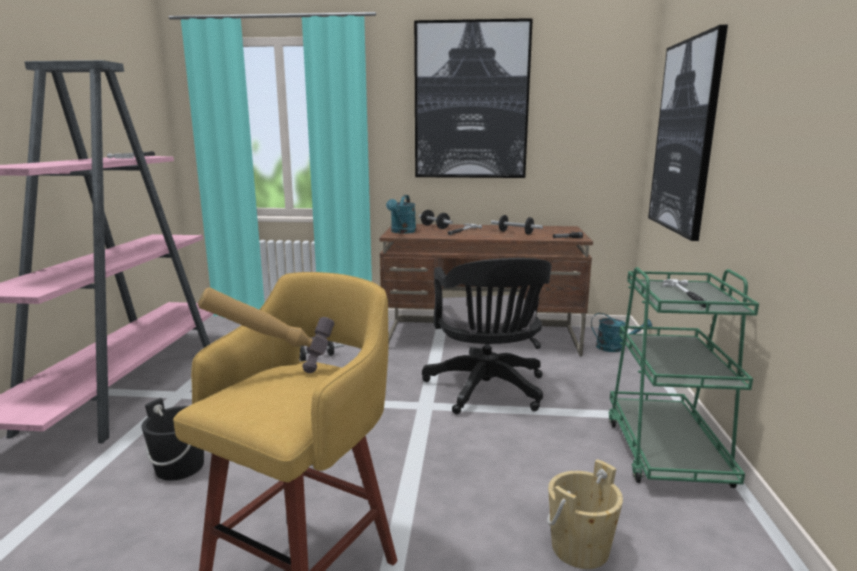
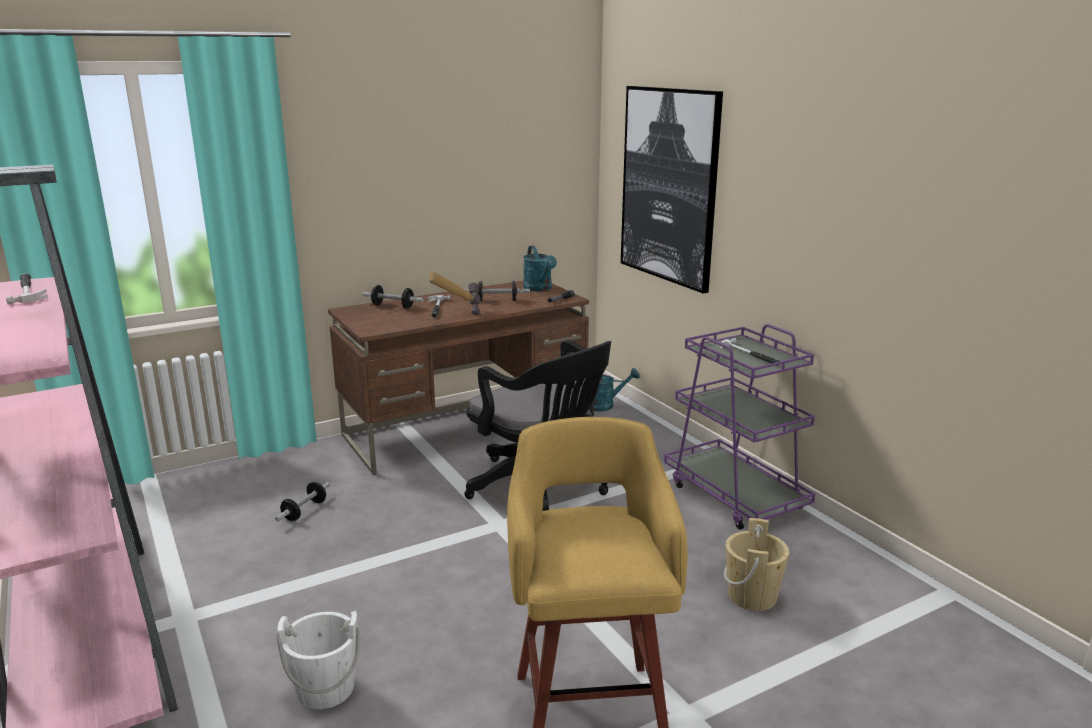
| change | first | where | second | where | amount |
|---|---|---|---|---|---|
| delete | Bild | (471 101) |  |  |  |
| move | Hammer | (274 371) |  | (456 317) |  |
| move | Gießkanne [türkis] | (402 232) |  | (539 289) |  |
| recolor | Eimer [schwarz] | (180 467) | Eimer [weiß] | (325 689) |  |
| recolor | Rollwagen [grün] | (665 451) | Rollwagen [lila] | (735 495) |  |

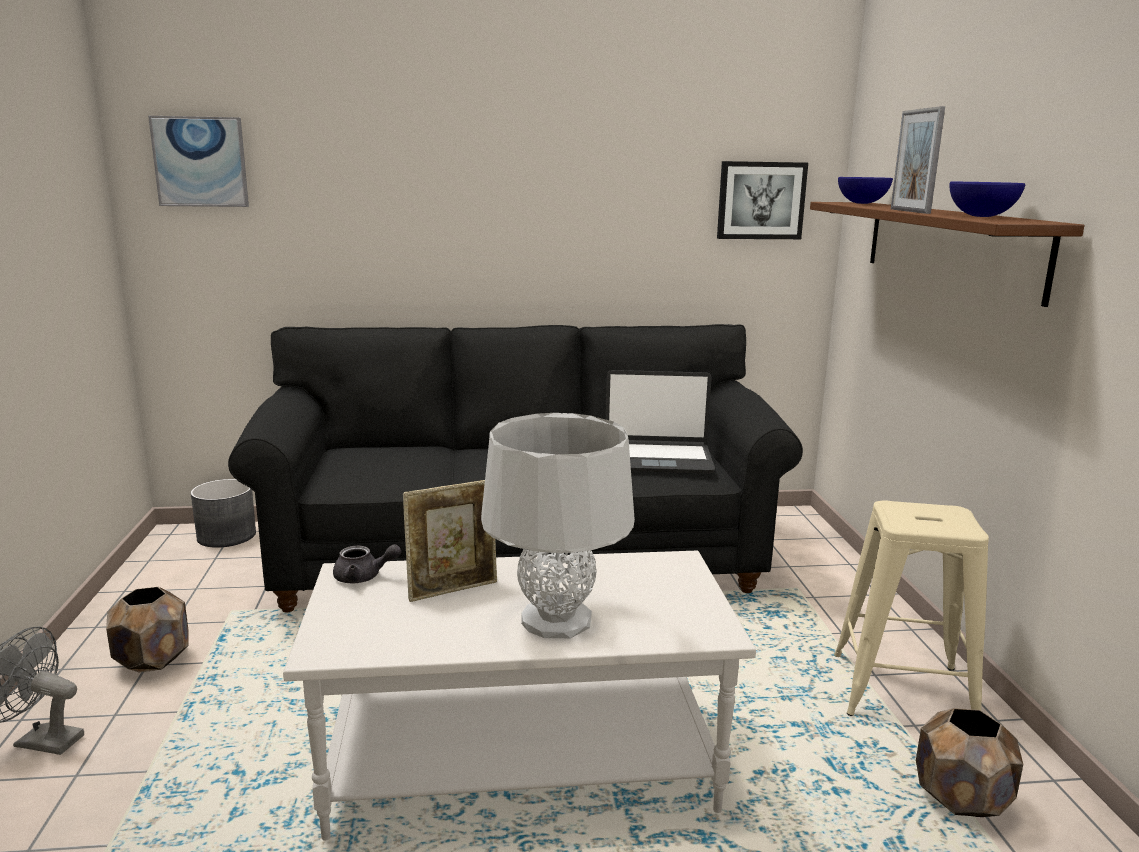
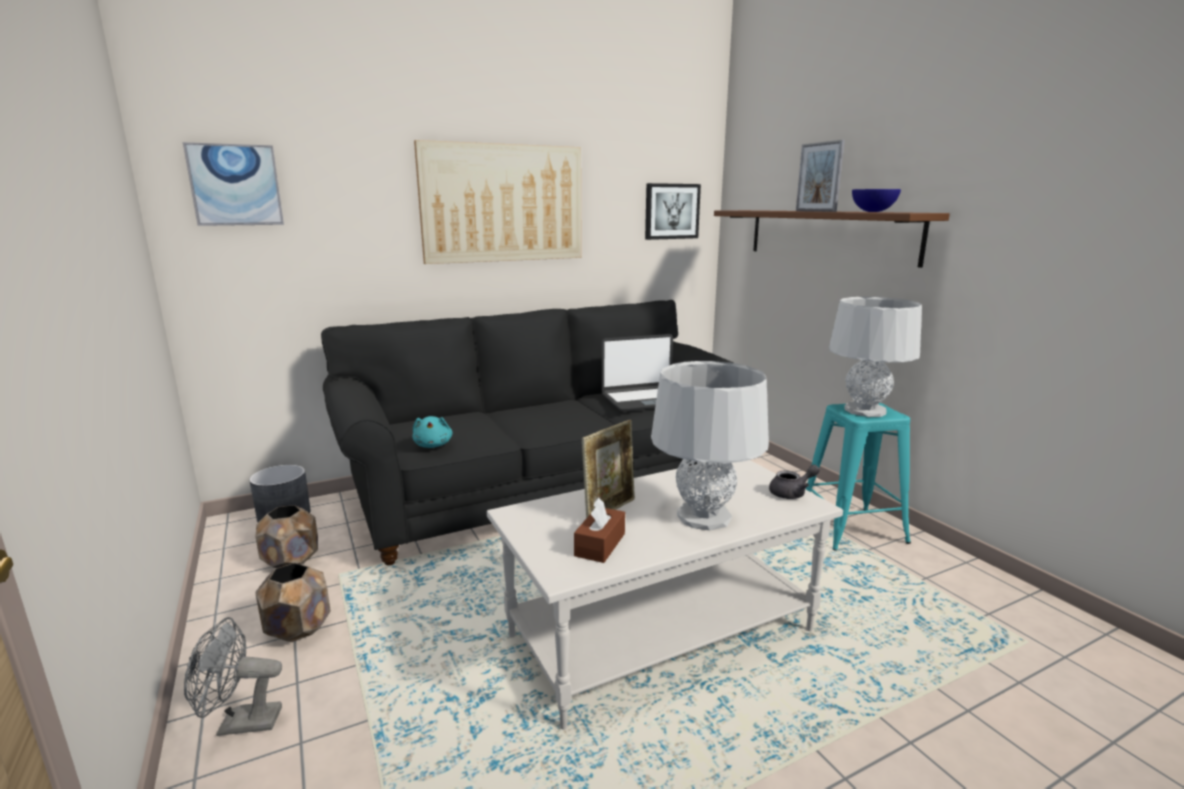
| change | first | where | second | where | amount |
|---|---|---|---|---|---|
| delete | Schüssel [blau] | (862 203) |  |  |  |
| insert |  |  | Plüschtier [türkis] | (433 445) |  |
| insert |  |  | Bild | (503 203) |  |
| insert |  |  | Taschentuchbox [braun] | (600 545) |  |
| insert |  |  | Tischlampe [grau] | (865 410) |  |
| move | Teekanne [grau] | (363 577) |  | (792 493) |  |
| move | Pflanzkübel [braun] | (961 800) |  | (292 561) |  |
| recolor | Hocker [beige] | (902 691) | Hocker [türkis] | (851 529) |  |

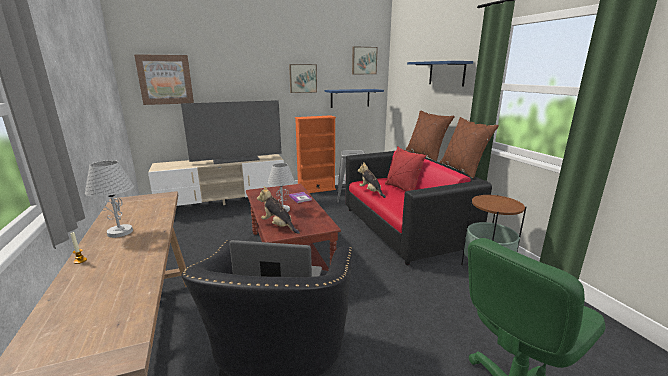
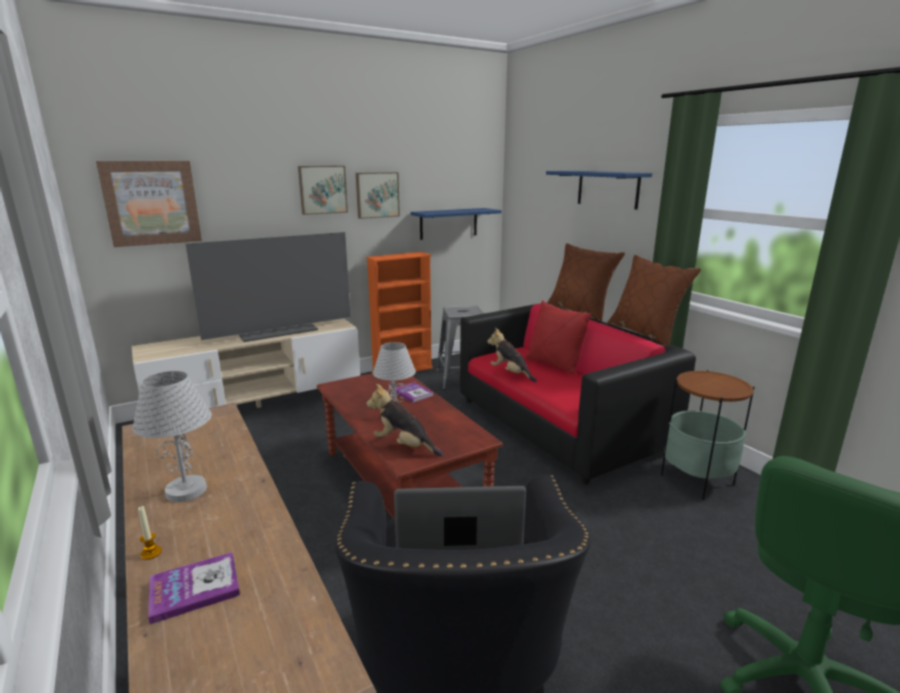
| change | first | where | second | where | amount |
|---|---|---|---|---|---|
| insert |  |  | Buch | (195 588) |  |
| move | Bild | (364 60) |  | (322 189) |  |

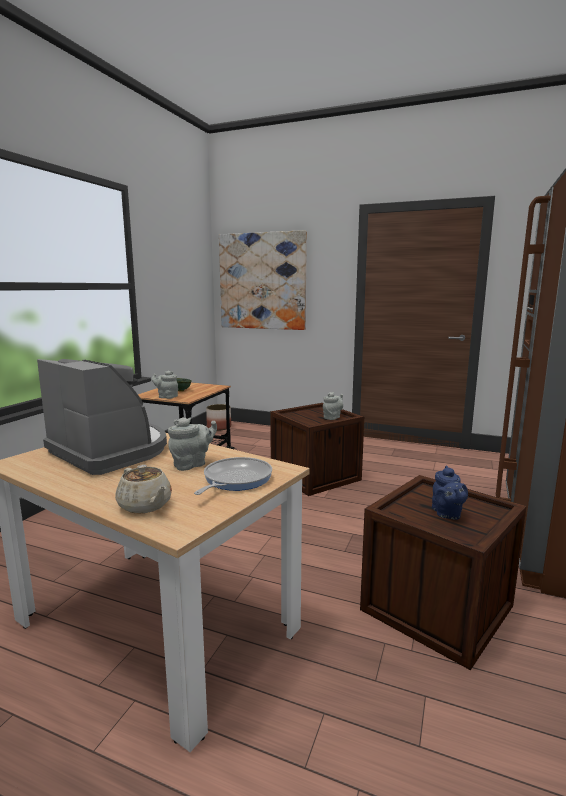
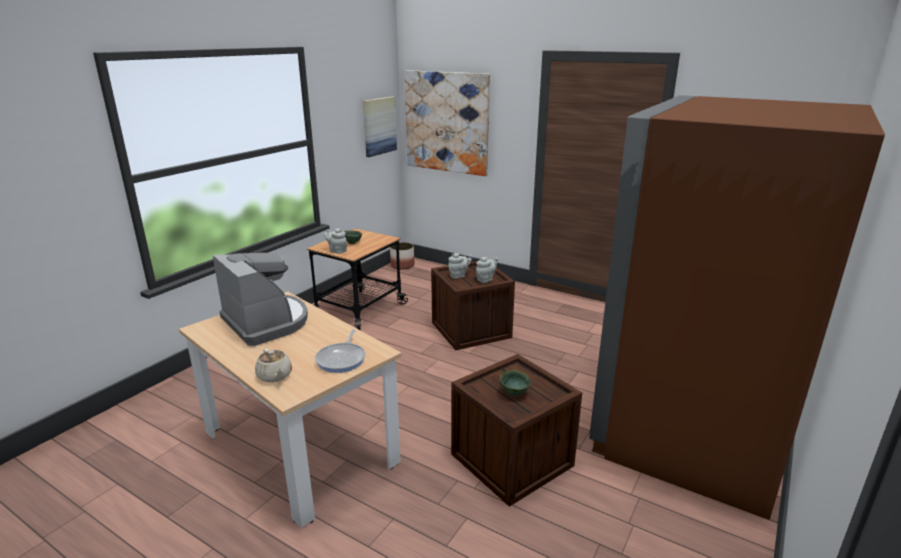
| change | first | where | second | where | amount |
|---|---|---|---|---|---|
| insert |  |  | Bild | (379 126) |  |
| move | Teekanne [grau] | (192 464) |  | (459 276) |  |
| replace | Teekanne [blau] | (447 514) | Schüssel [grün] | (514 393) |  |
| rotate | Pfanne | (235 480) |  | (342 359) | 150 degrees clockwise |

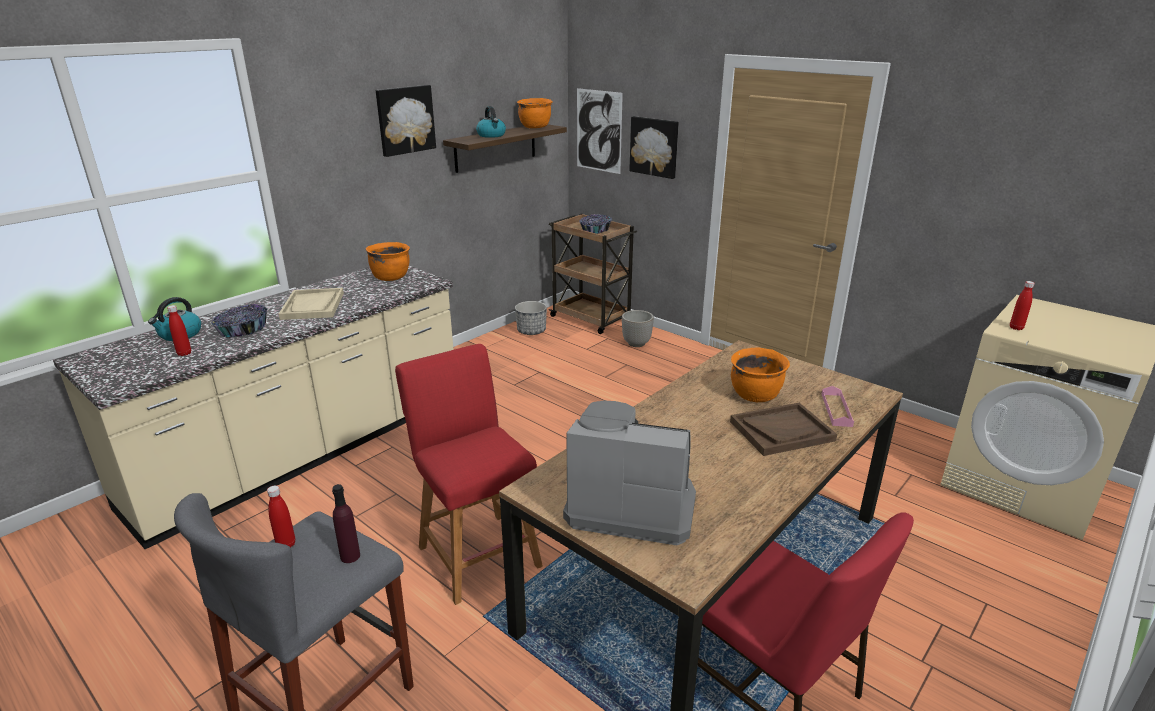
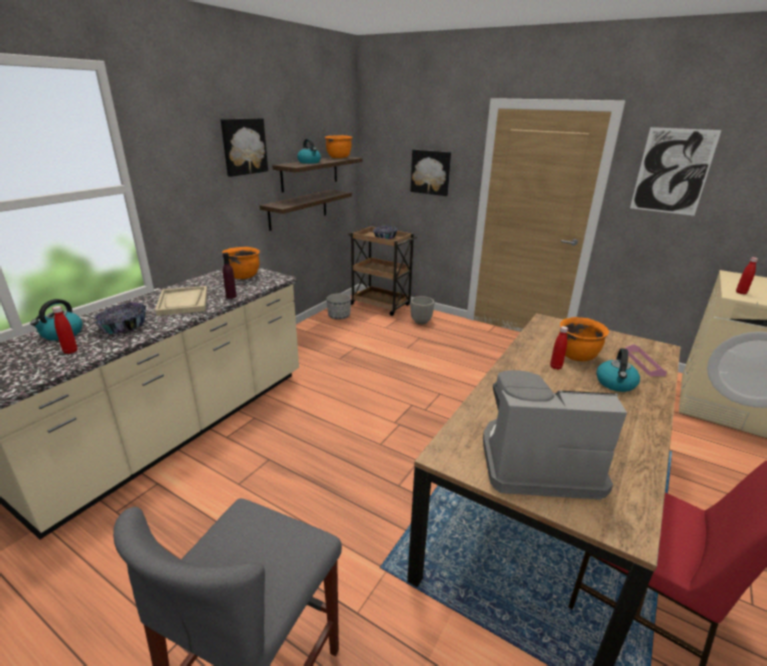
| change | first | where | second | where | amount |
|---|---|---|---|---|---|
| delete | Hocker [rot] | (476 552) |  |  |  |
| insert |  |  | Wandregal | (298 209) |  |
| move | Flasche [rot] | (286 544) |  | (555 367) |  |
| move | Flasche [lila] | (350 556) |  | (231 296) |  |
| move | Bild | (598 131) |  | (672 171) |  |
| replace | Tablett [braun] | (781 431) | Wasserkessel | (615 384) |  |

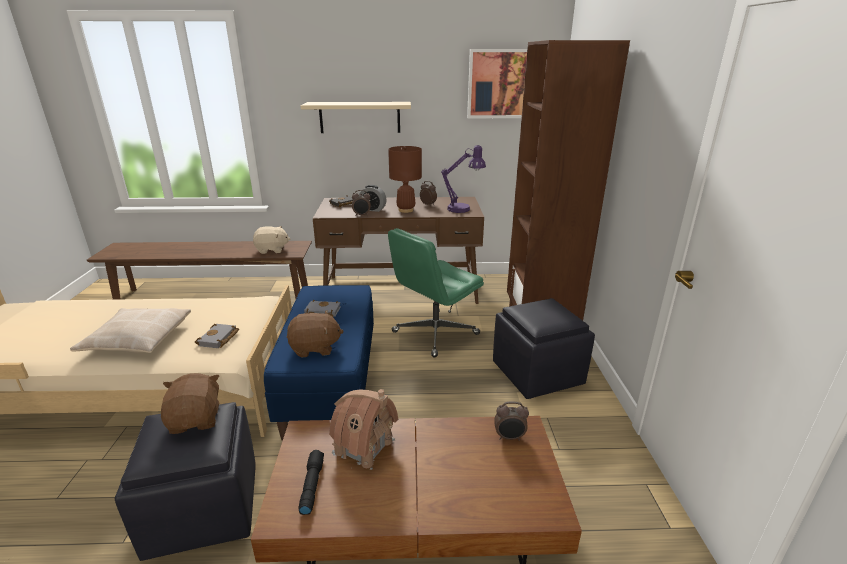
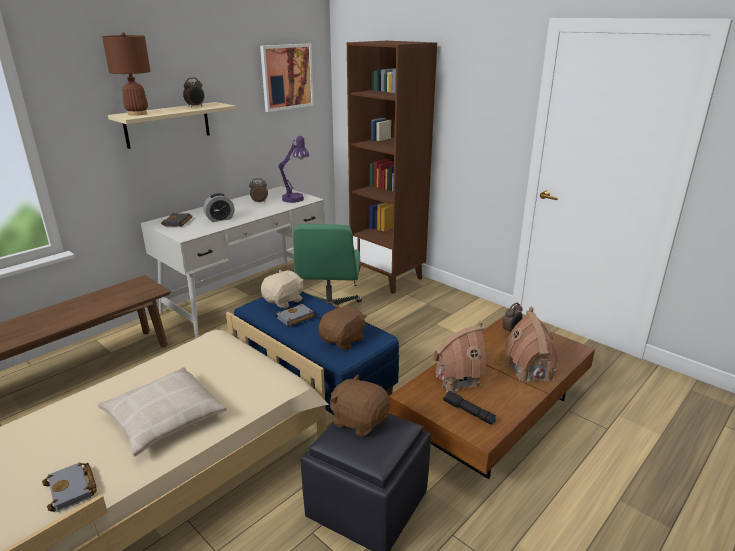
| change | first | where | second | where | amount |
|---|---|---|---|---|---|
| delete | Polsterhocker [schwarz] | (538 374) |  |  |  |
| insert |  |  | Spielzeughaus | (530 370) |  |
| move | Buch [grau] | (219 339) |  | (73 489) |  |
| move | Plüschtier [beige] | (272 250) |  | (284 301) |  |
| move | Wecker | (362 215) |  | (195 106) |  |
| move | Tischlampe [braun] | (406 210) |  | (137 114) |  |
| recolor | Schreibtisch [braun] | (401 290) | Schreibtisch [weiß] | (247 296) |  |

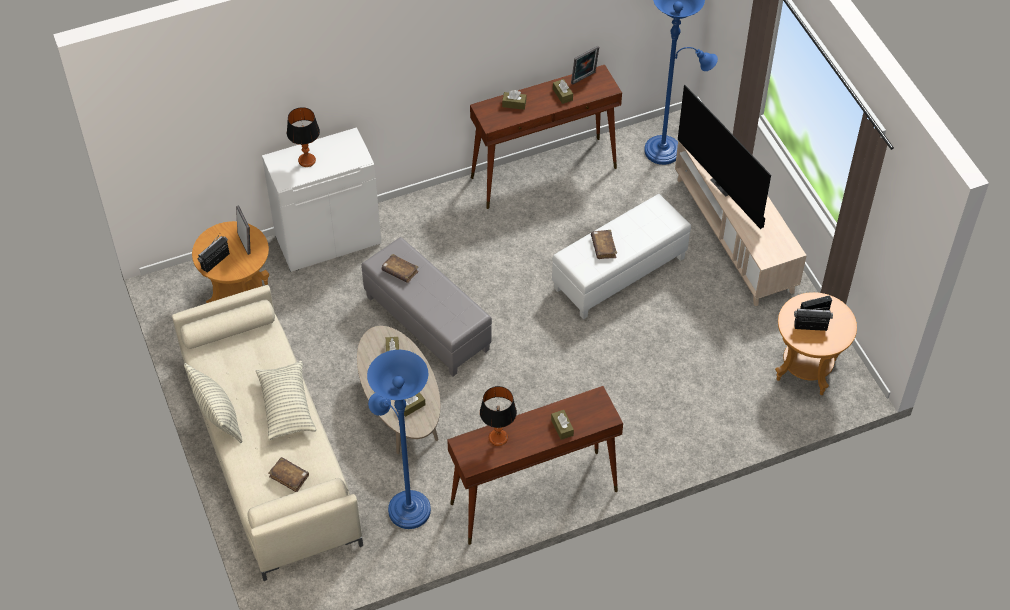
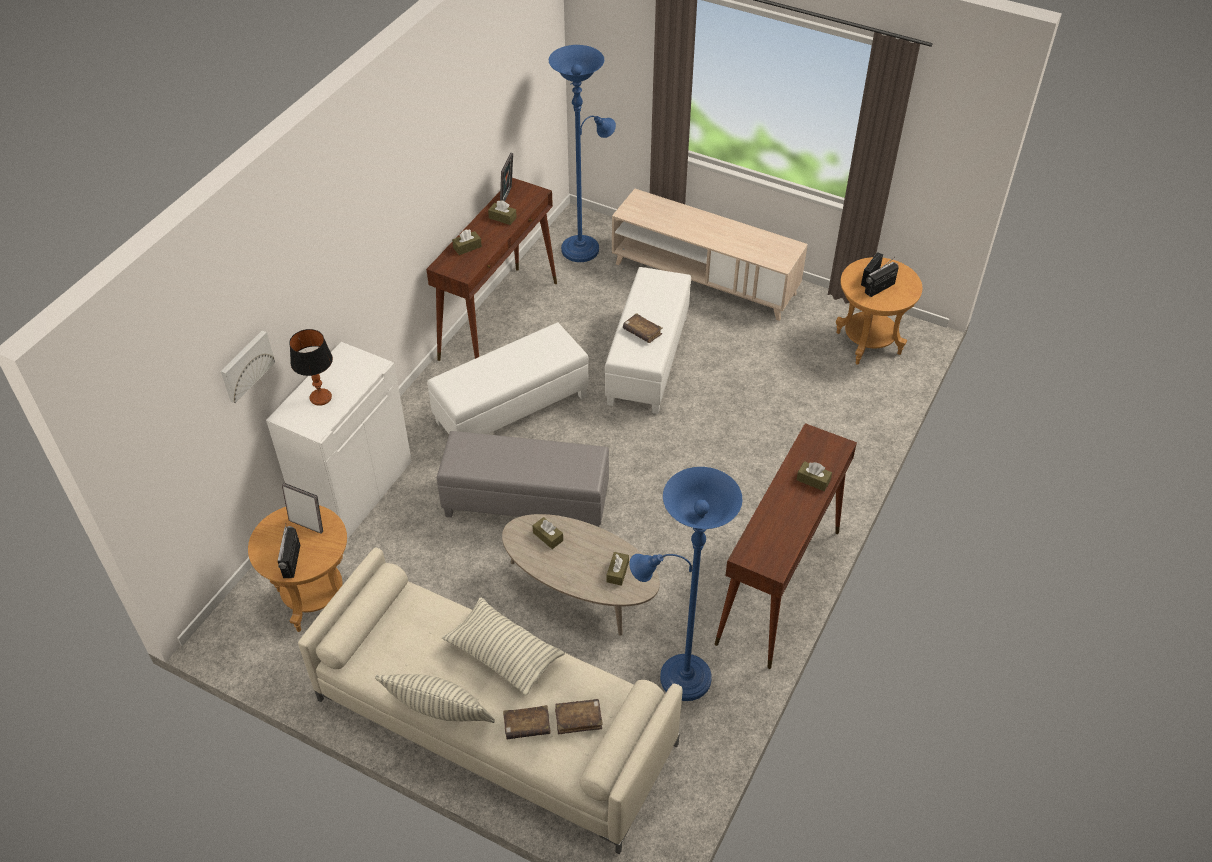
| change | first | where | second | where | amount |
|---|---|---|---|---|---|
| delete | Tischlampe | (498 438) |  |  |  |
| delete | Fernseher | (725 184) |  |  |  |
| insert |  |  | Bild | (246 365) |  |
| insert |  |  | Polsterhocker [weiß] | (512 408) |  |
| move | Buch [braun] | (400 271) |  | (527 726) |  |

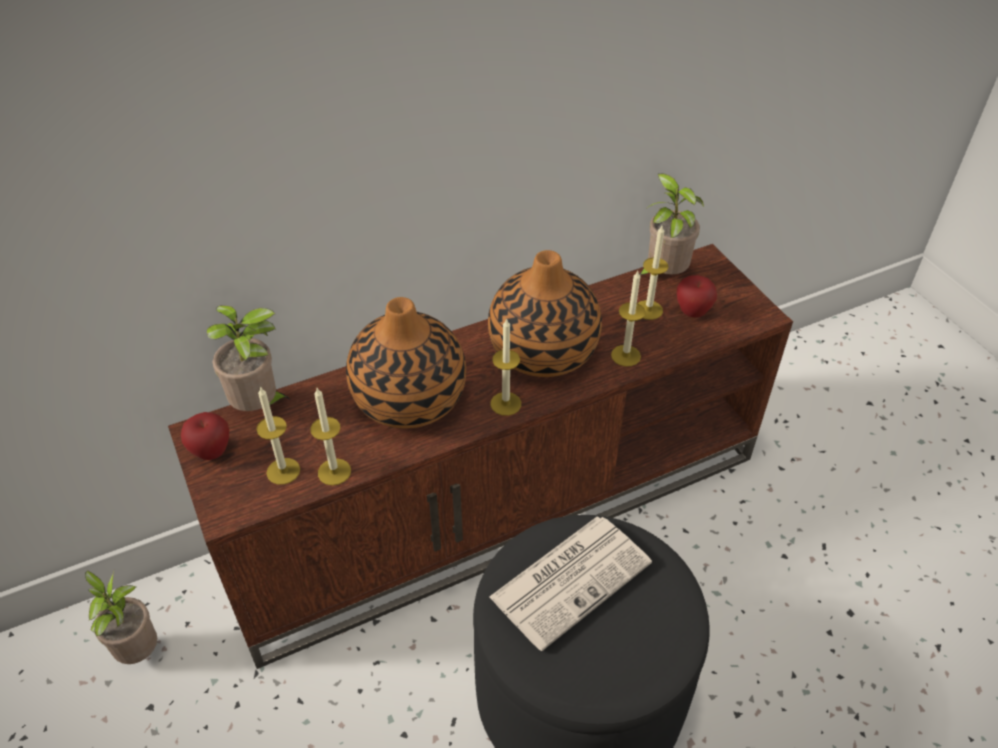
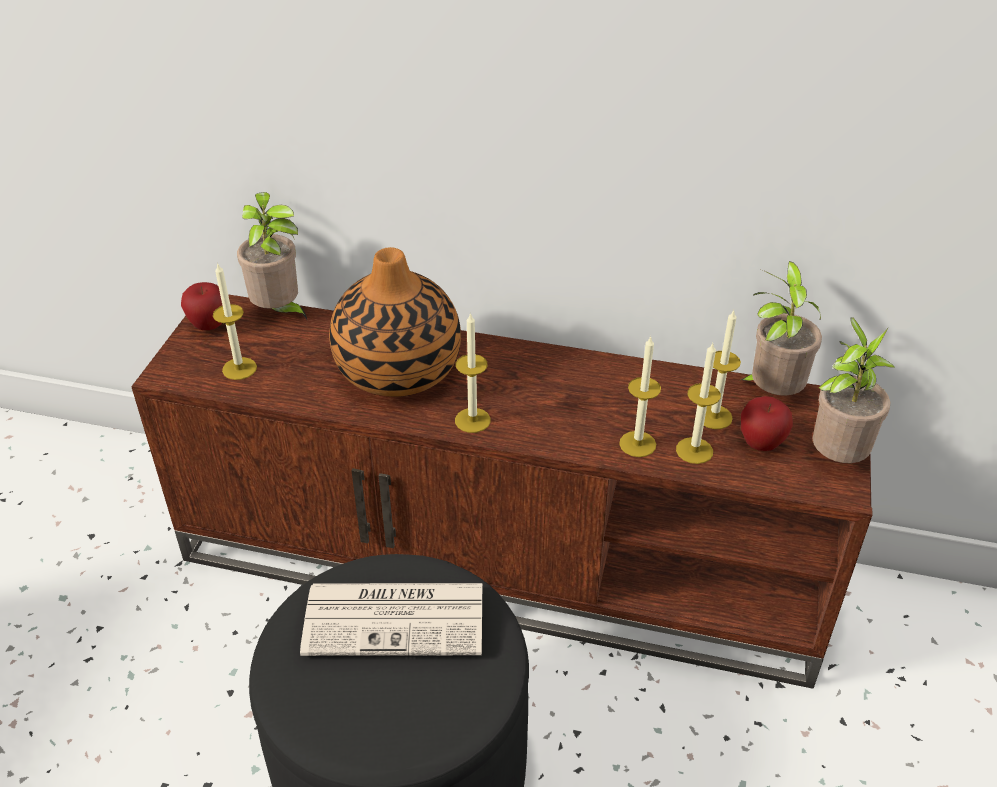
| change | first | where | second | where | amount |
|---|---|---|---|---|---|
| delete | Vase | (543 350) |  |  |  |
| move | Topfpflanze | (138 650) |  | (835 458) |  |
| move | Kerze | (334 472) |  | (694 450) |  |

